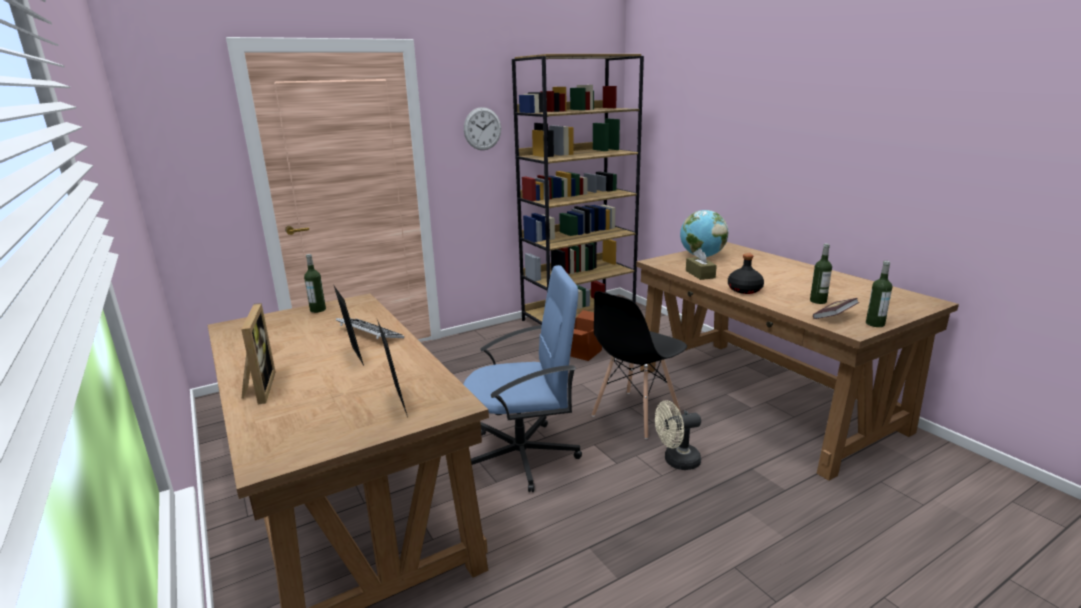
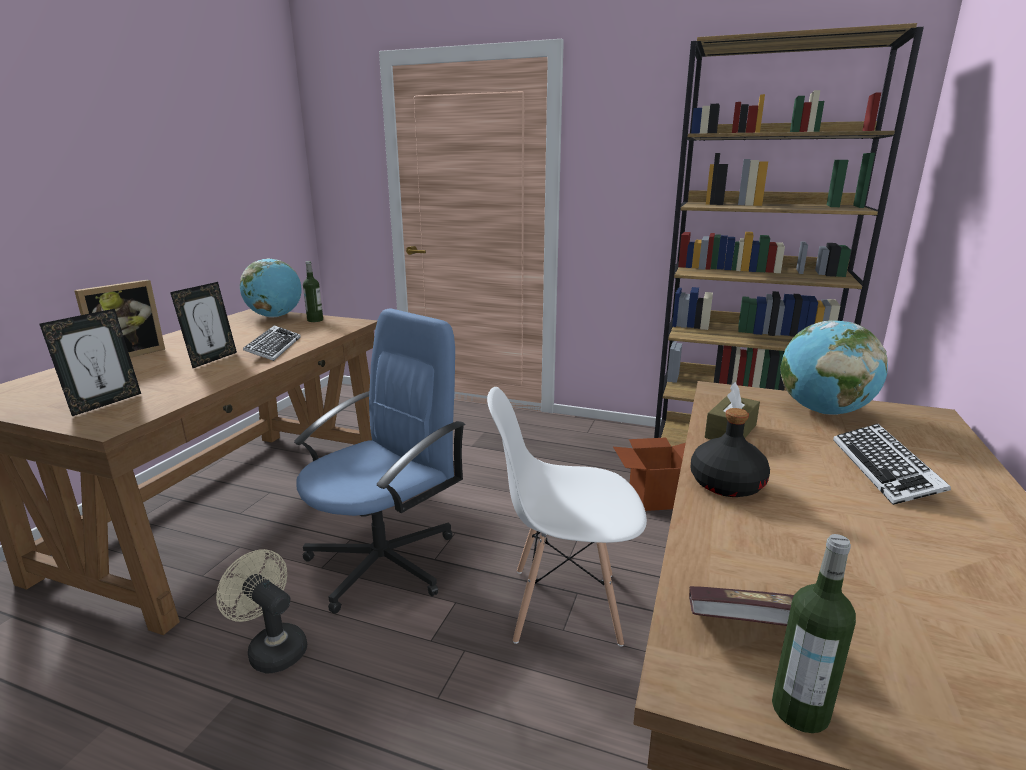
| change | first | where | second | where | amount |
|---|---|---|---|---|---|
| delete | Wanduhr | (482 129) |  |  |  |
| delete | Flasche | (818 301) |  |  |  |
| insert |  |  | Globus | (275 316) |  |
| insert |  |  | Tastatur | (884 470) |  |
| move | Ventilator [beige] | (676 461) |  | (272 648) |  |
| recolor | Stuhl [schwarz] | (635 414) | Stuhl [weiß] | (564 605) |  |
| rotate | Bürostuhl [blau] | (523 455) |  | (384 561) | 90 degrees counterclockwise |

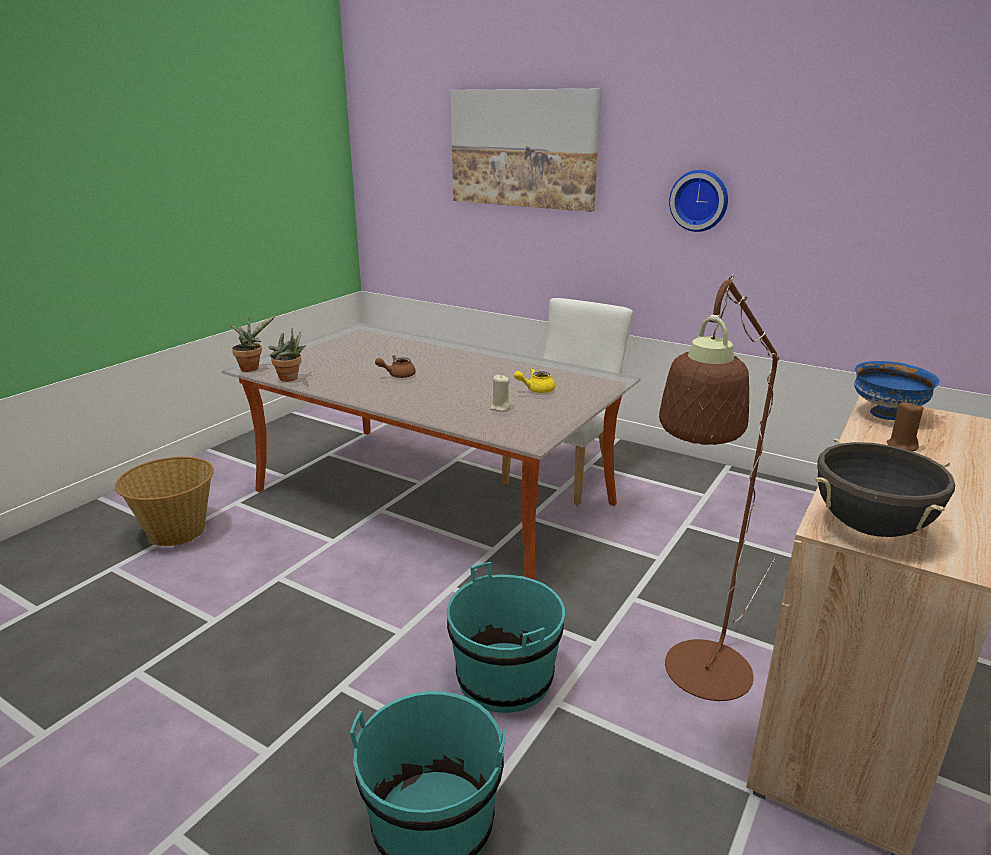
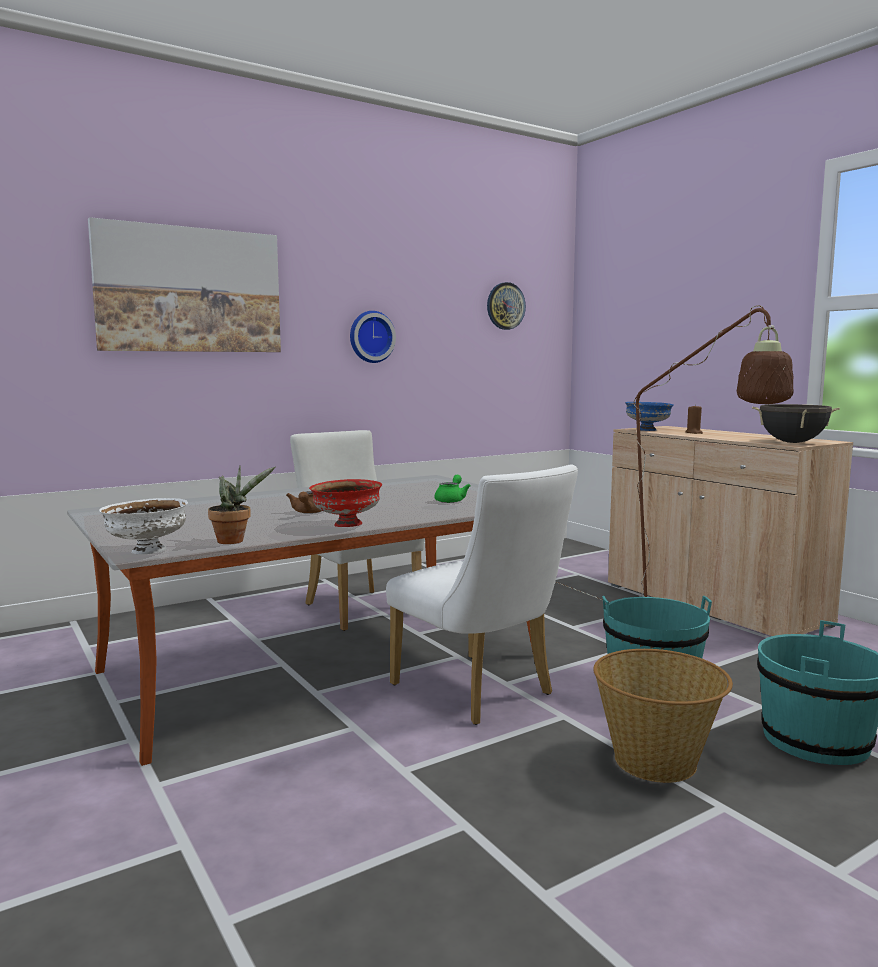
| change | first | where | second | where | amount |
|---|---|---|---|---|---|
| delete | Teekanne [gelb] | (536 390) |  |  |  |
| insert |  |  | Schüssel [rot] | (347 525) |  |
| insert |  |  | Stuhl [weiß] | (480 693) |  |
| insert |  |  | Wanduhr | (505 306) |  |
| move | Korb | (176 532) |  | (657 761) |  |
| replace | Topfpflanze | (252 368) | Schüssel [weiß] | (147 551) |  |
| replace | Kerze [beige] | (500 407) | Teekanne [grün] | (451 500) |  |

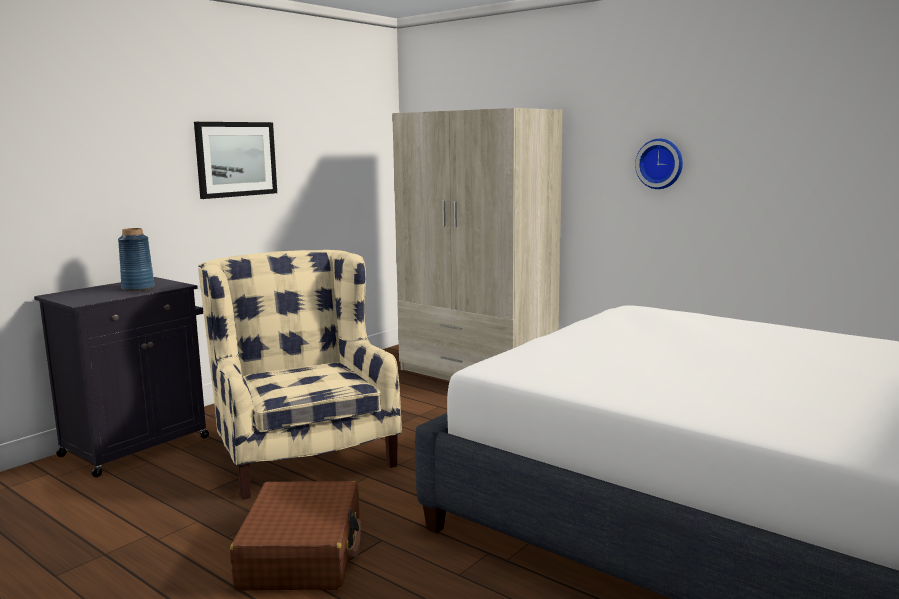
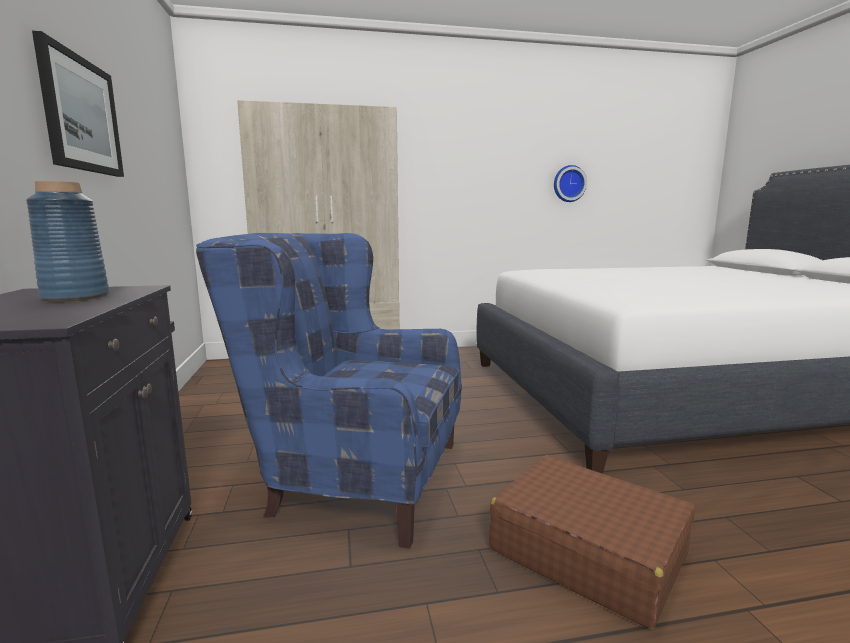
| change | first | where | second | where | amount |
|---|---|---|---|---|---|
| move | Wanduhr | (660 163) |  | (568 184) |  |
| recolor | Sessel [beige] | (303 452) | Sessel [blau] | (349 474) |  |

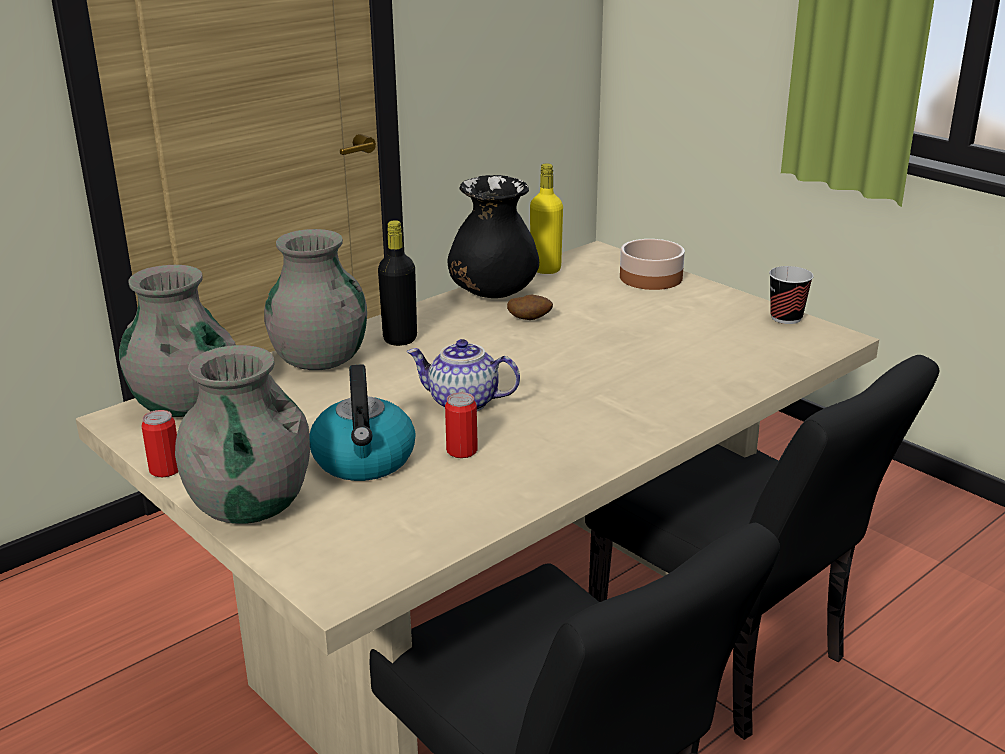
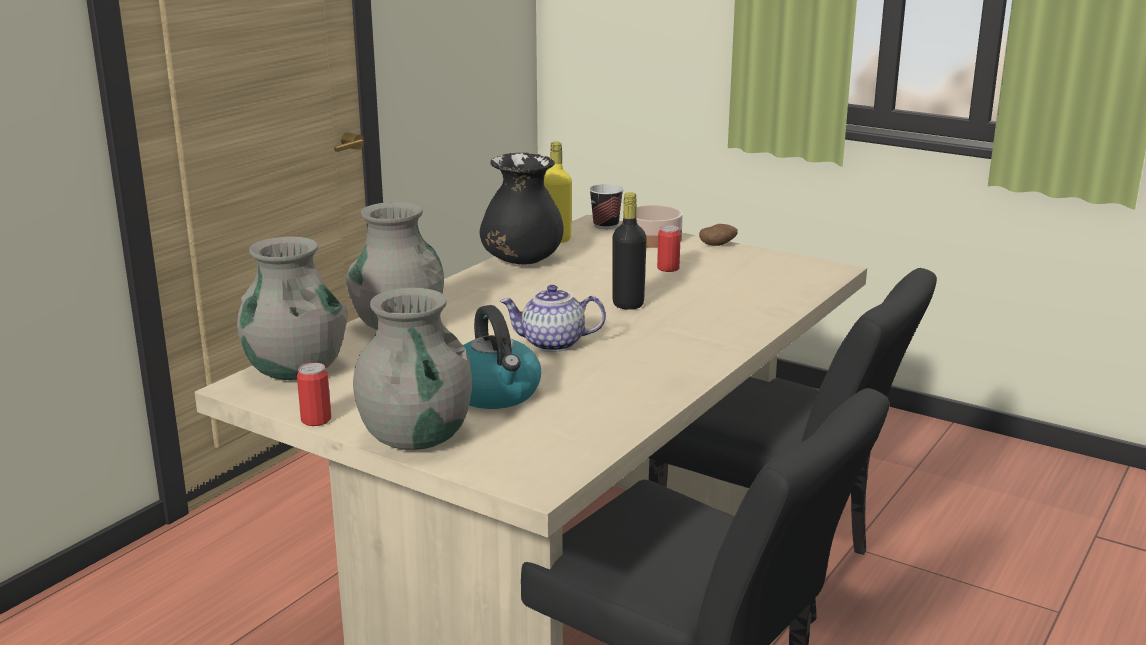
| change | first | where | second | where | amount |
|---|---|---|---|---|---|
| move | Flasche [schwarz] | (400 339) |  | (628 304) |  |
| move | Dose | (462 451) |  | (668 268) |  |
| move | Kartoffel | (530 319) |  | (717 245) |  |
| move | Tasse | (786 318) |  | (605 225) |  |

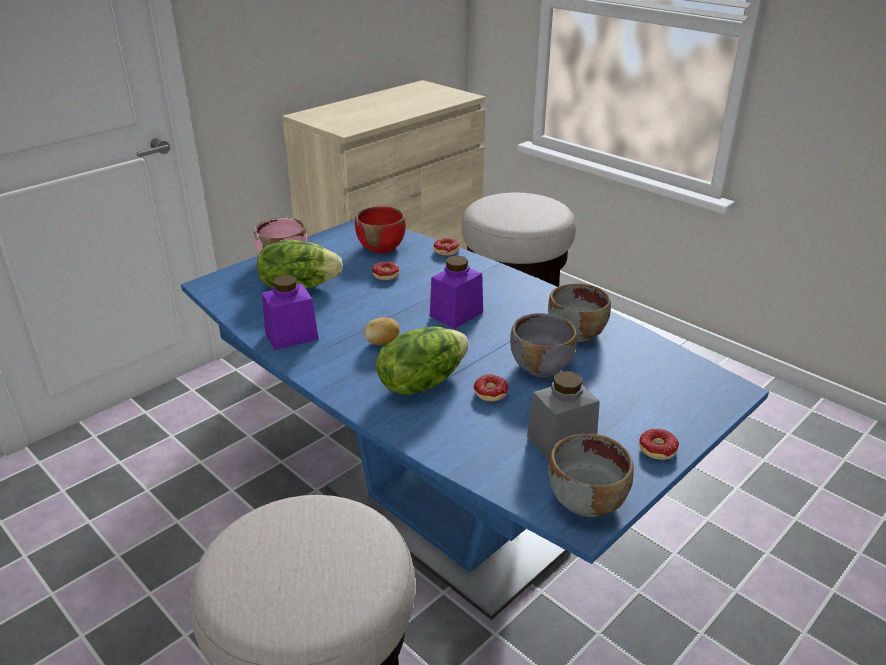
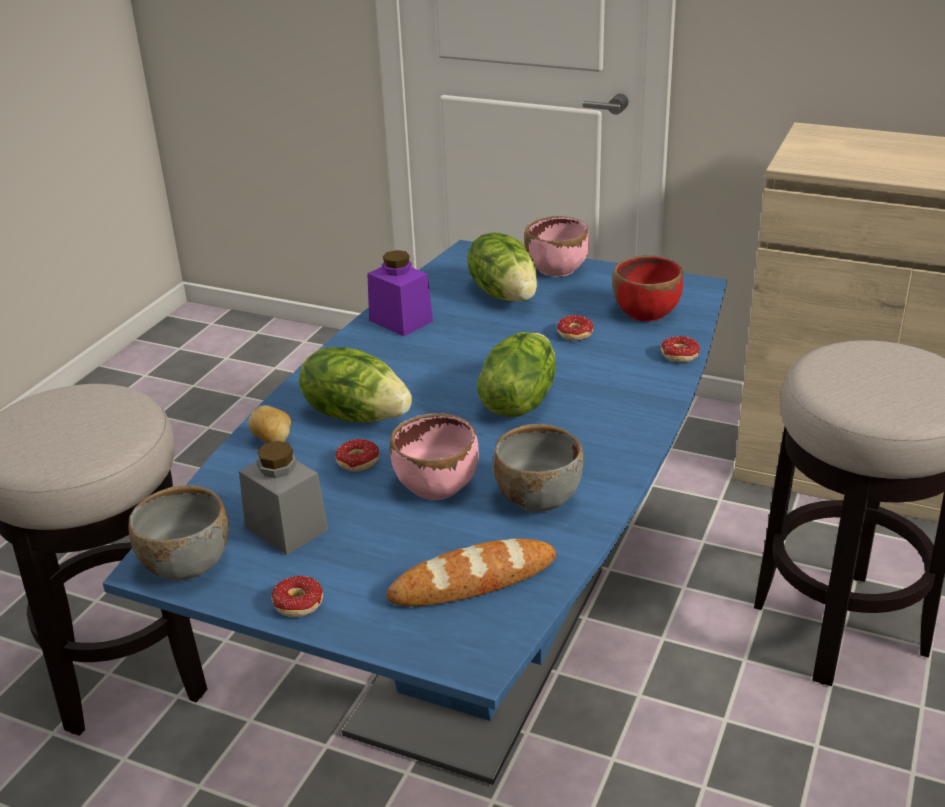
| change | first | where | second | where | amount |
|---|---|---|---|---|---|
| insert |  |  | Brot | (473 580) |  |
| move | Kartoffel | (382 343) |  | (273 441) |  |
| replace | Vorratsglas [lila] | (456 314) | Salatkopf | (518 401) |  |
| recolor | Schüssel [grau] | (541 366) | Schüssel [rosa] | (437 485) |  |

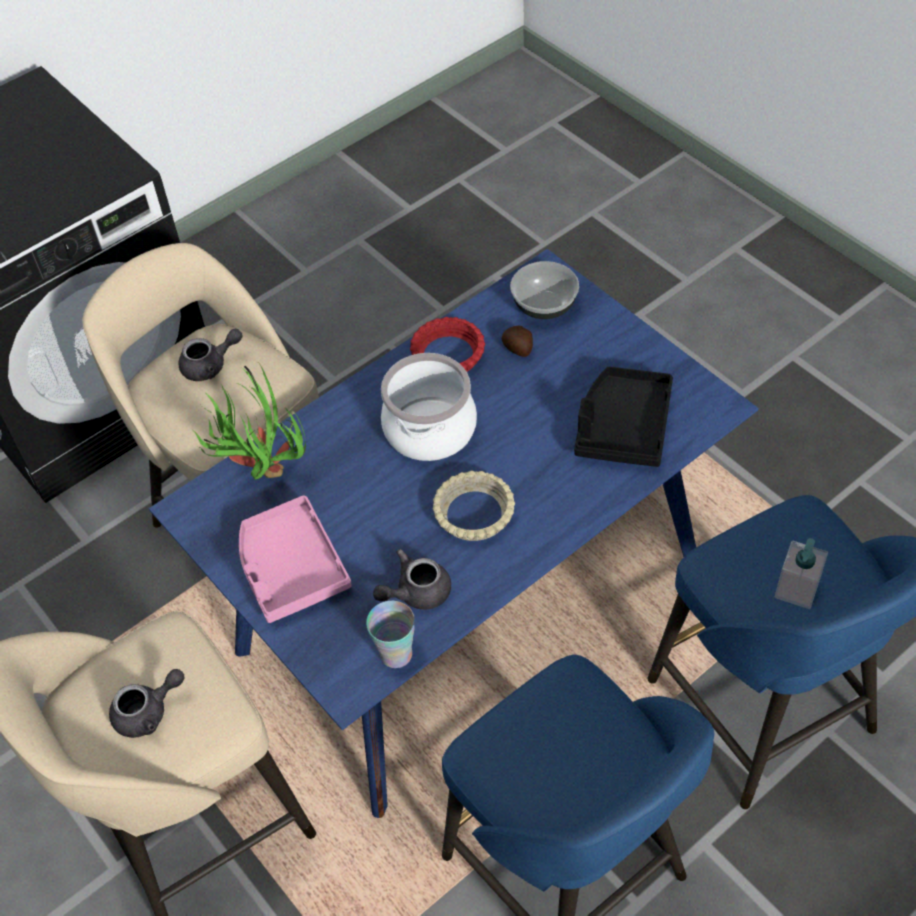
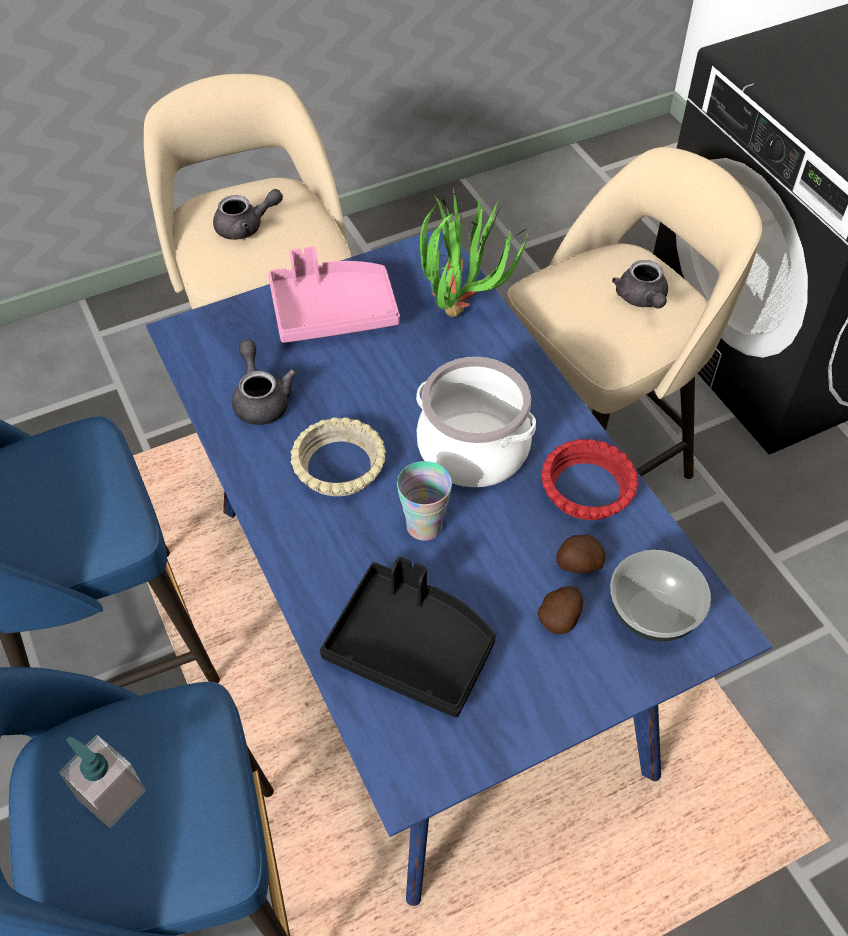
| change | first | where | second | where | amount |
|---|---|---|---|---|---|
| insert |  |  | Kartoffel | (560 618) |  |
| move | Tasse | (396 654) |  | (424 526) |  |
| rotate | Teekanne [grau] | (148 712) |  | (246 227) | 90 degrees counterclockwise |

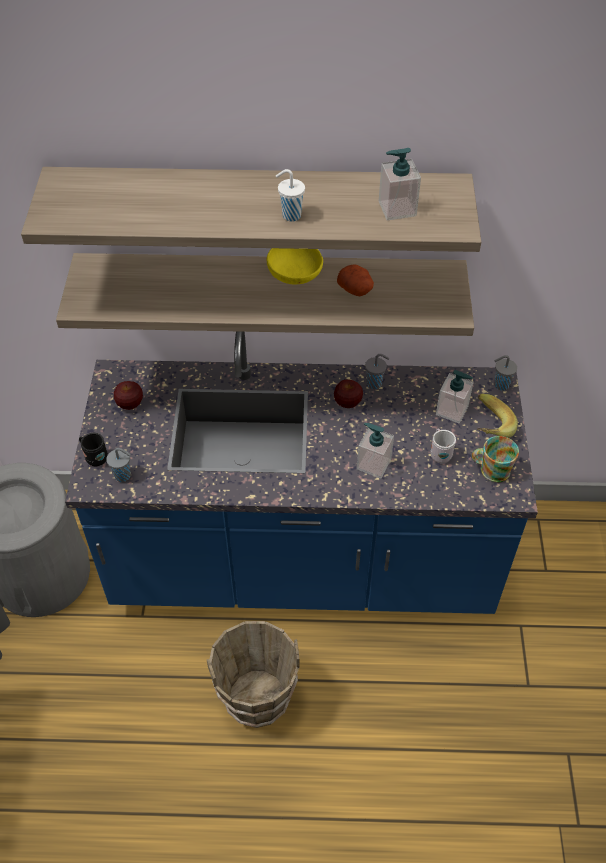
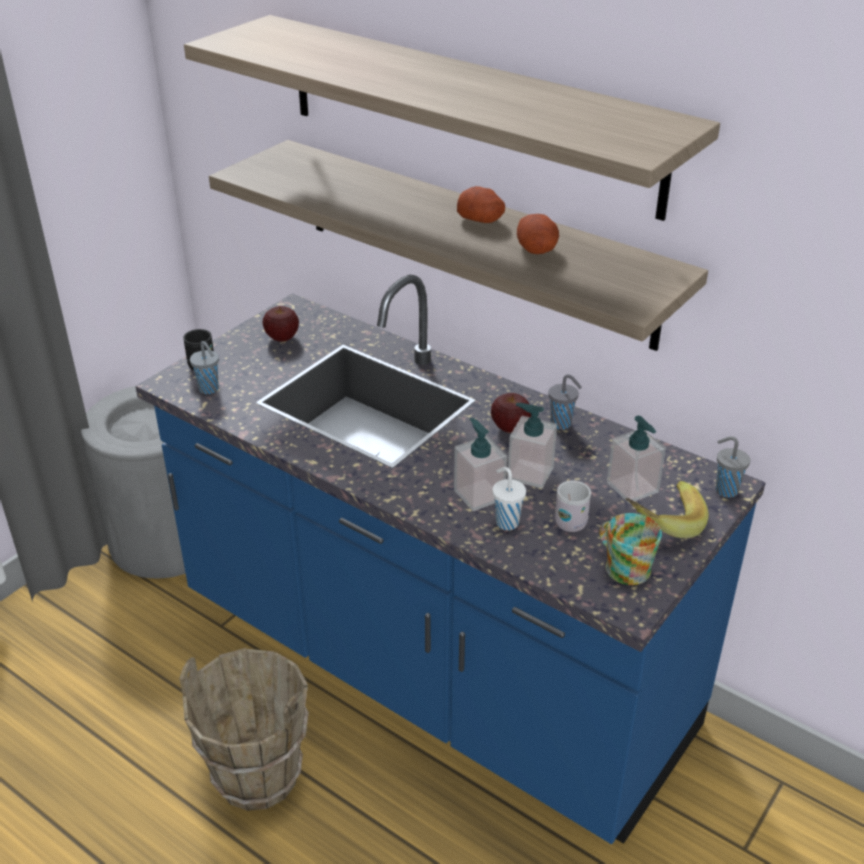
| change | first | where | second | where | amount |
|---|---|---|---|---|---|
| move | Tasse [weiß] | (290 215) |  | (506 522) |  |
| move | Seifenspender | (397 208) |  | (530 473) |  |
| replace | Schüssel [gelb] | (295 277) | Kartoffel | (482 220) |  |

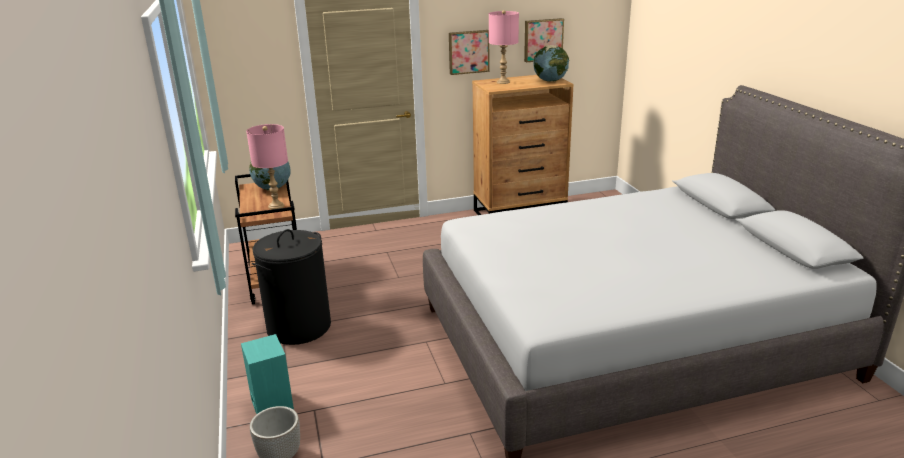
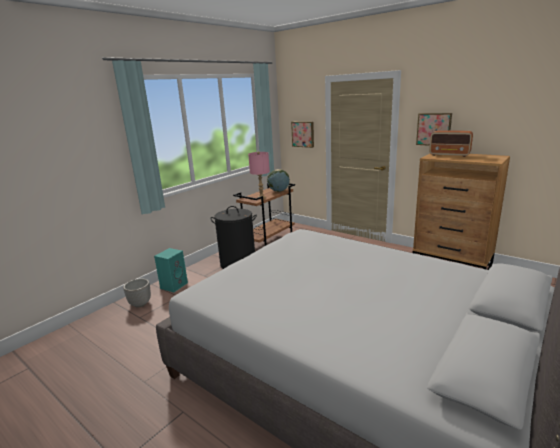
| change | first | where | second | where | amount |
|---|---|---|---|---|---|
| delete | Globus | (550 81) |  |  |  |
| move | Bild | (543 39) |  | (303 134) |  |
| replace | Tischlampe [rosa] | (503 82) | Radio | (450 155) |  |

